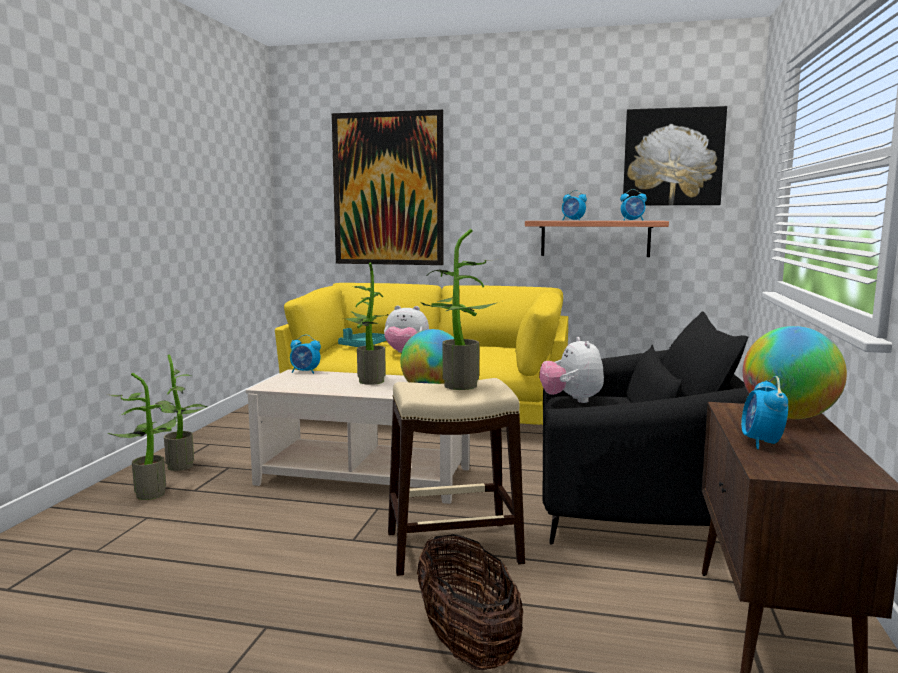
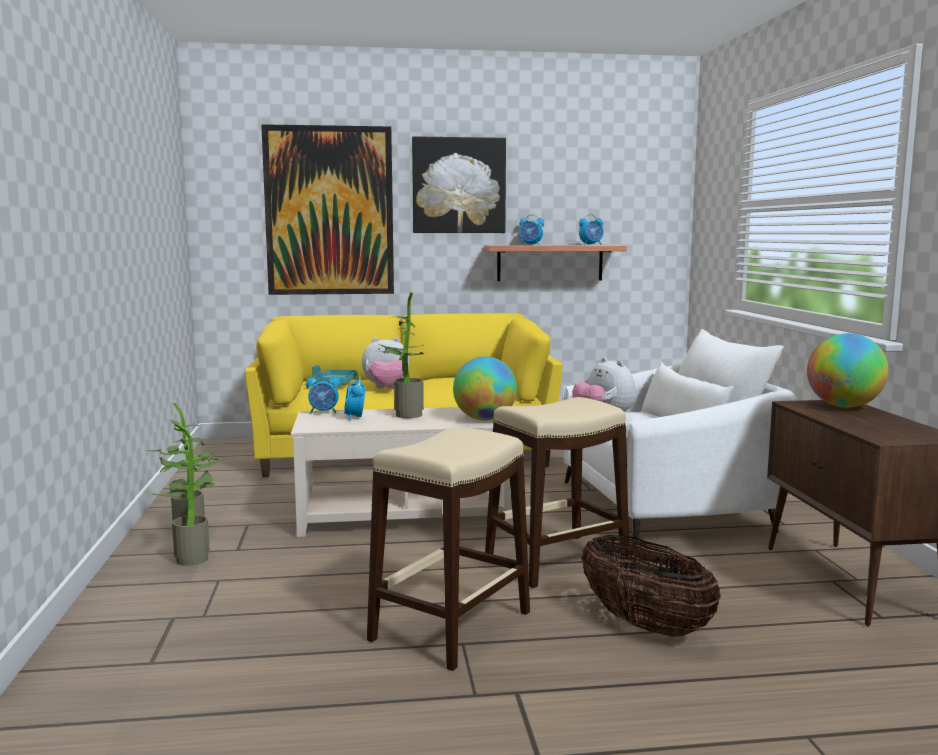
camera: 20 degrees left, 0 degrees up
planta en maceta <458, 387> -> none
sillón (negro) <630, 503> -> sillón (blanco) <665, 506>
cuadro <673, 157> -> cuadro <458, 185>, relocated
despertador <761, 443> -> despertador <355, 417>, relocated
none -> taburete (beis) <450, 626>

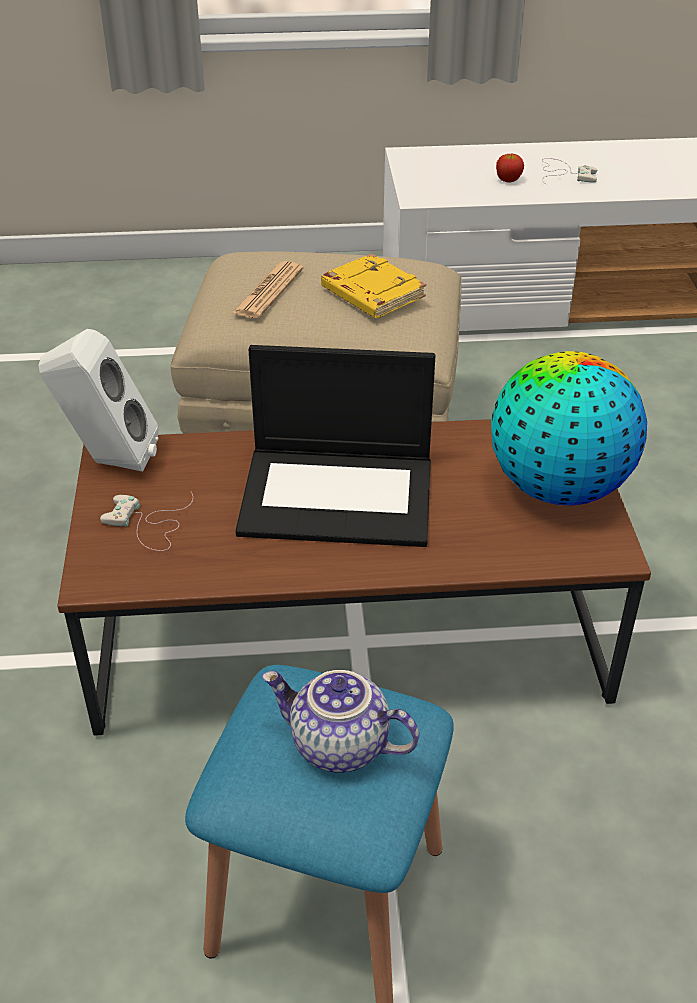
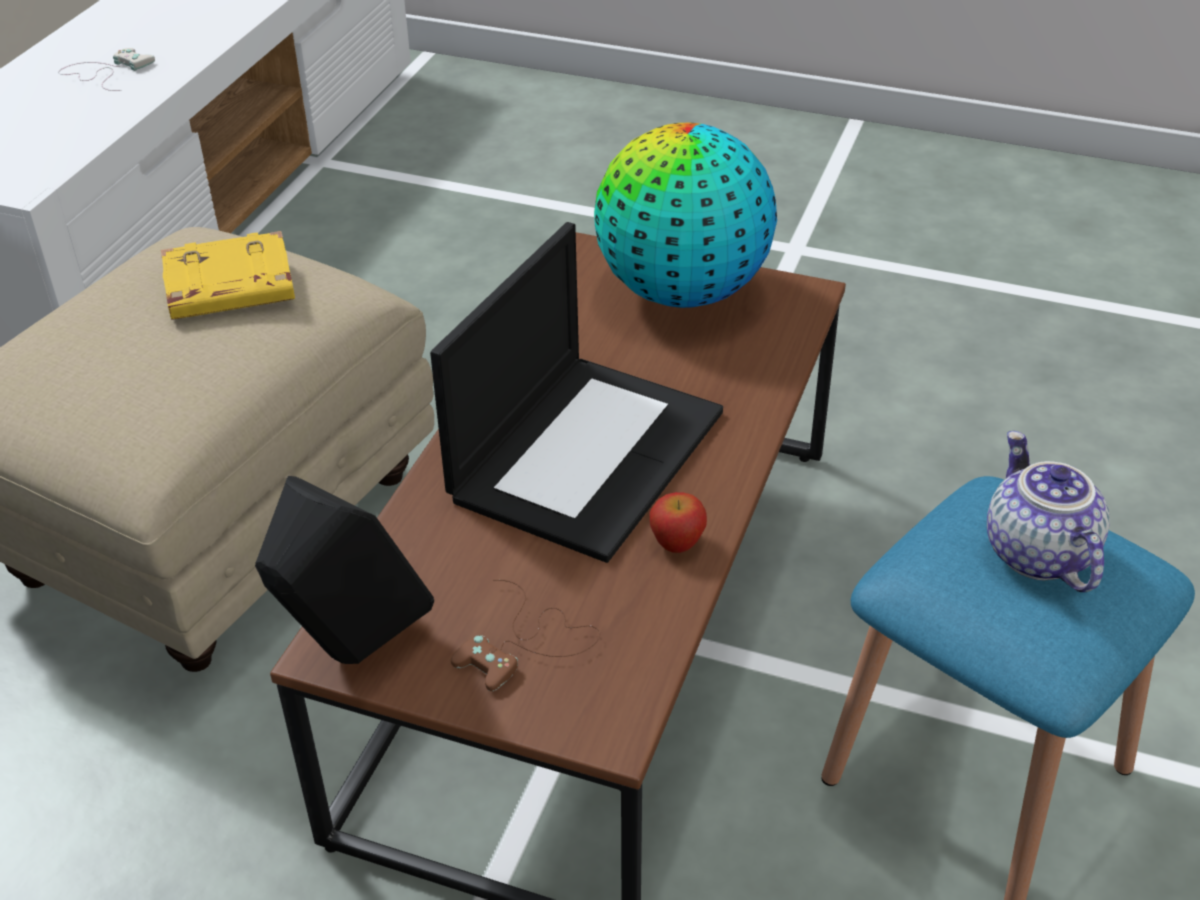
camera: 65 degrees left, 0 degrees up
altavoz (blanco) <108, 462> -> altavoz (negro) <353, 656>
mando de consola (blanco) <149, 524> -> mando de consola (marrón) <527, 643>
periódico <268, 291> -> none
tetera <337, 746> -> tetera <1035, 553>, 120 degrees clockwise
manzana <508, 180> -> manzana <677, 542>, relocated

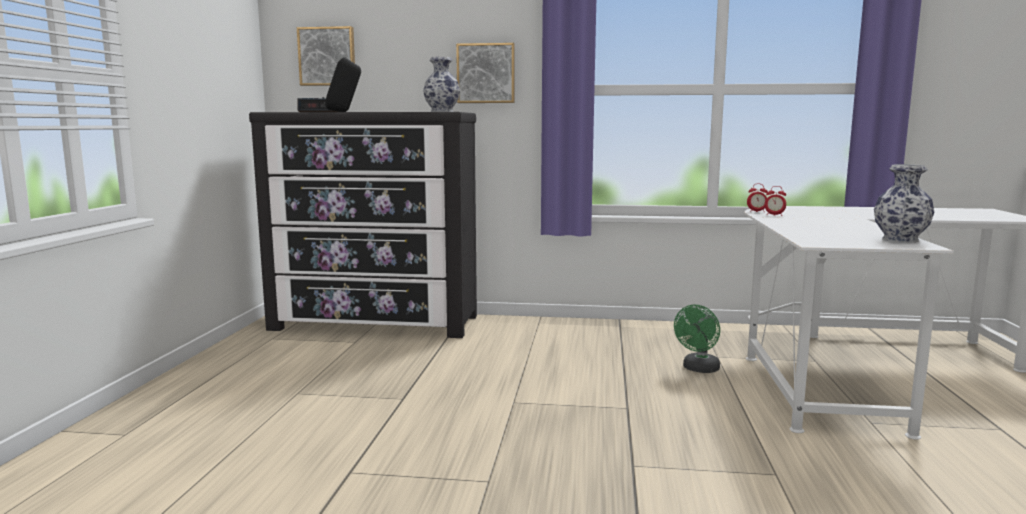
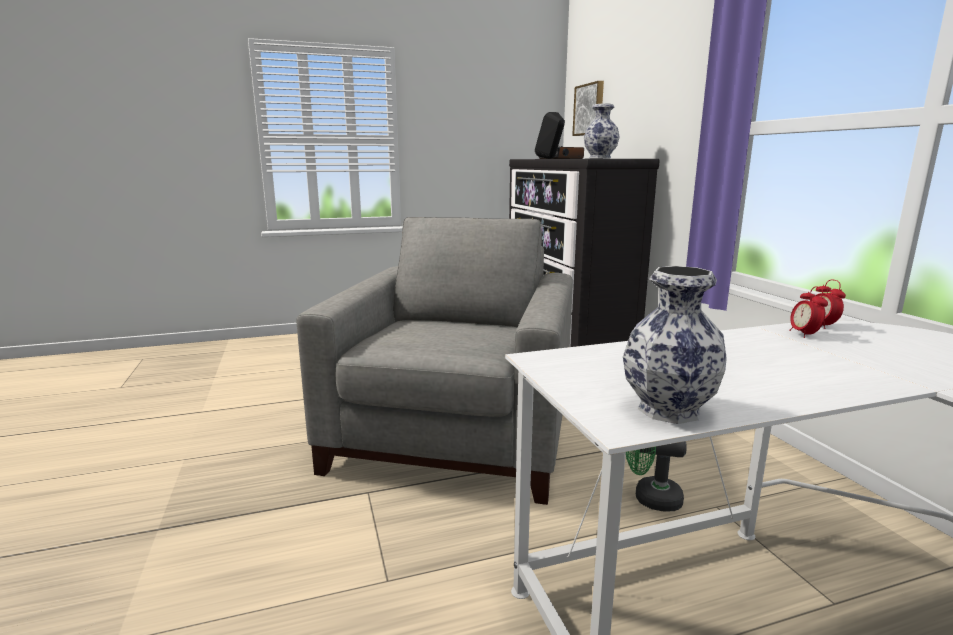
camera: 65 degrees right, 5 degrees up
cuadro <486, 73> -> none
none -> sillón (gris) <456, 434>

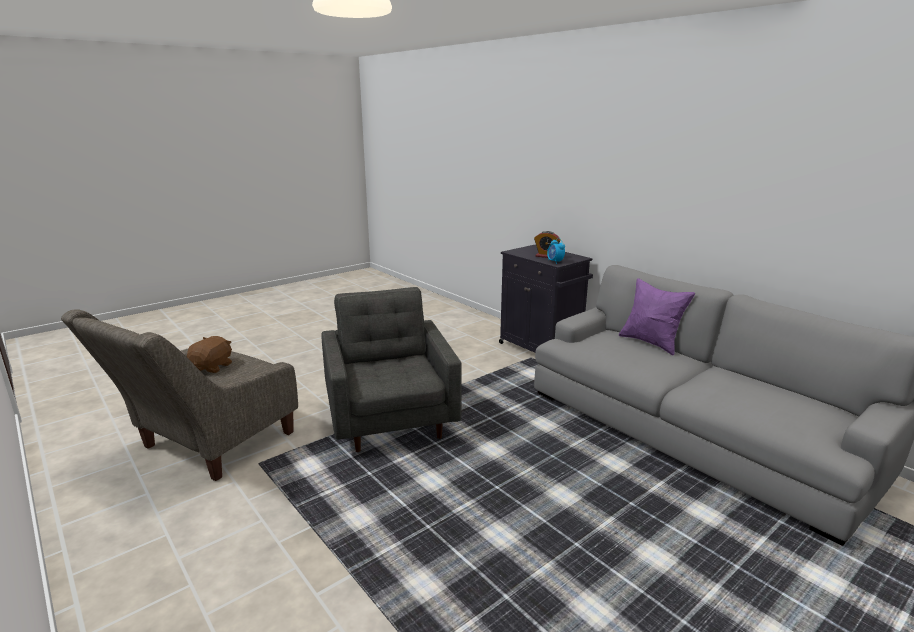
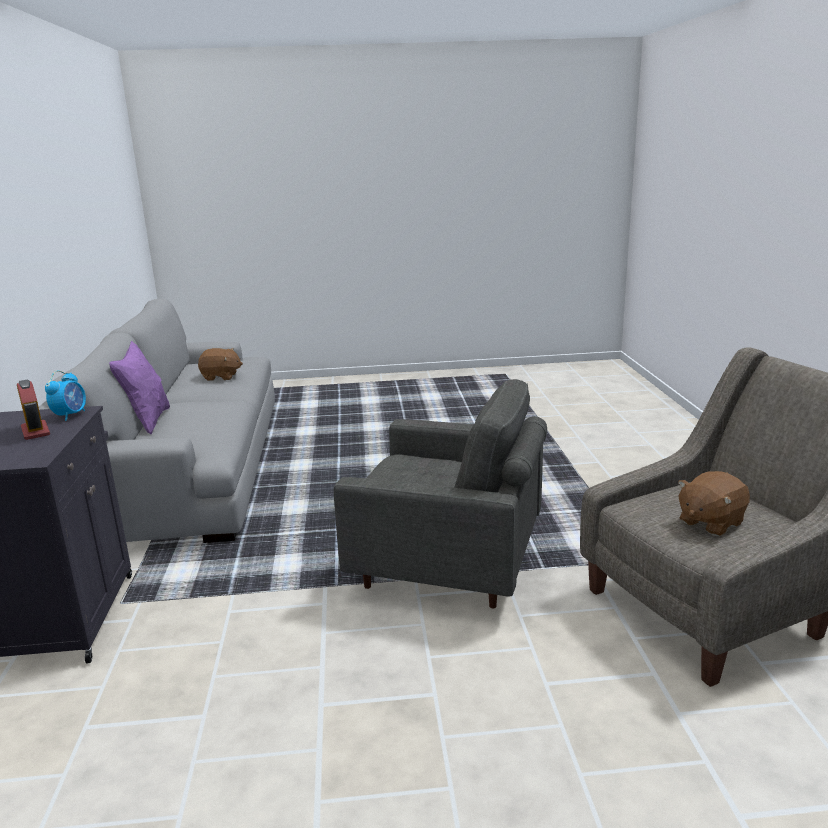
camera: 145 degrees left, 0 degrees up
sillón (gris) <391, 420> -> sillón (gris) <448, 566>, 90 degrees counterclockwise
none -> peluche (marrón) <221, 377>

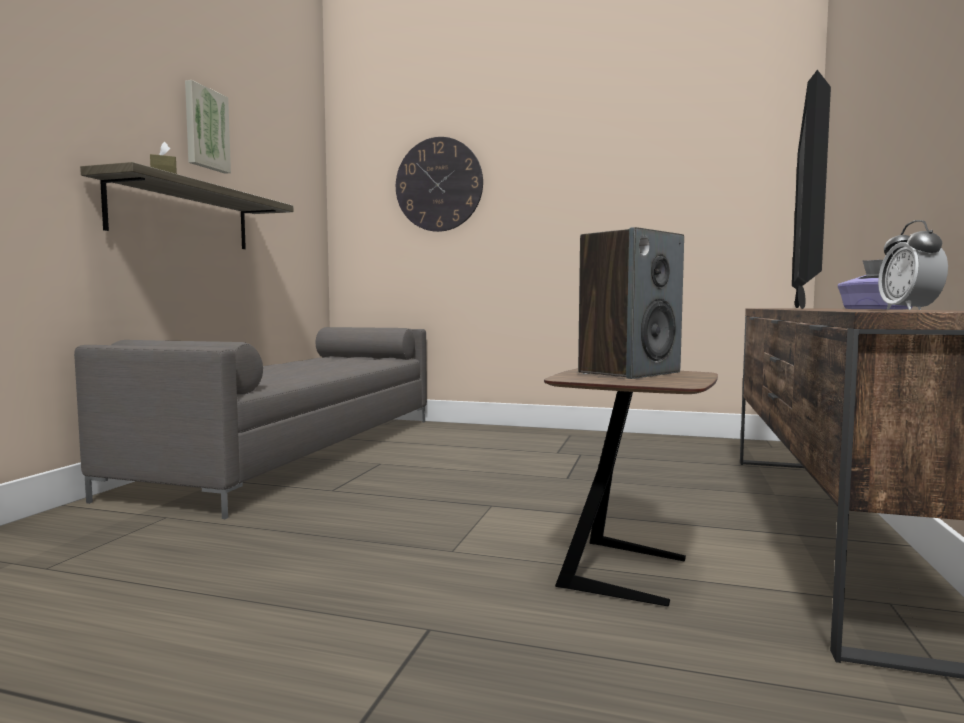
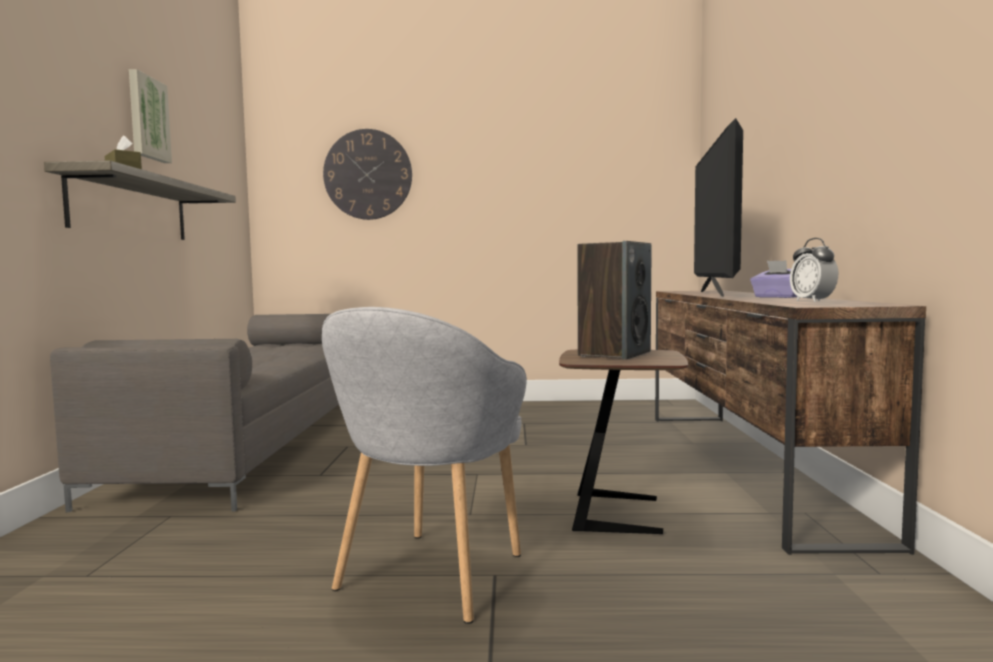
camera: 15 degrees left, 0 degrees up
none -> sillón (gris) <430, 576>

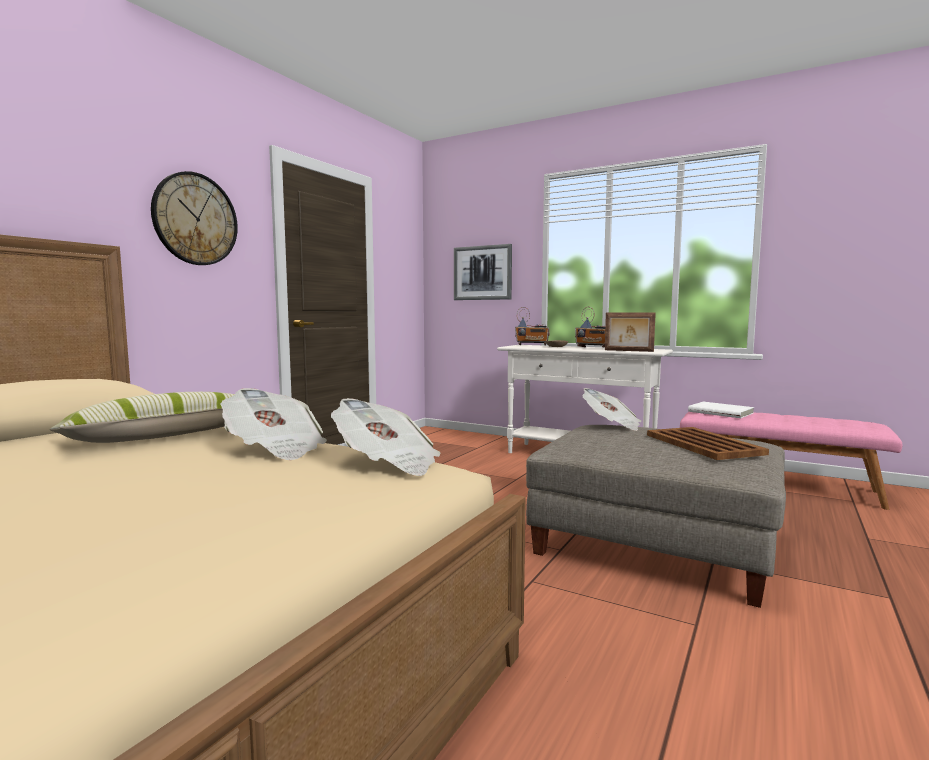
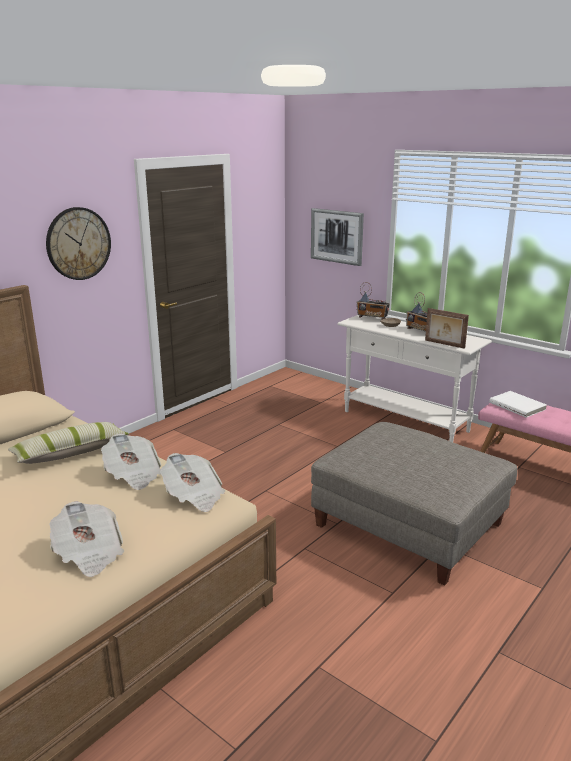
camera: 10 degrees right, 15 degrees up
periódico <611, 425> -> periódico <89, 554>, relocated
bandeja (marrón) <702, 444> -> none

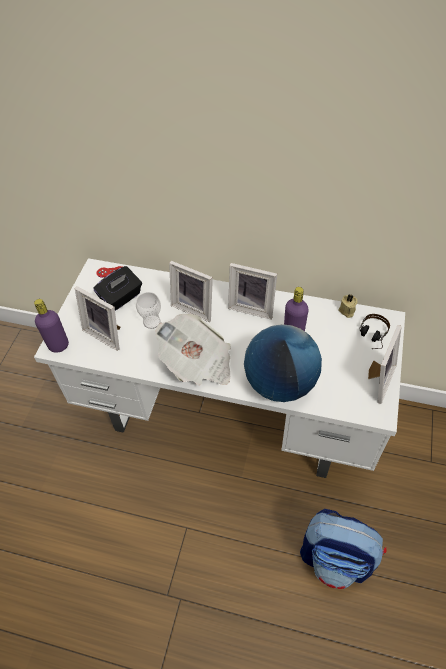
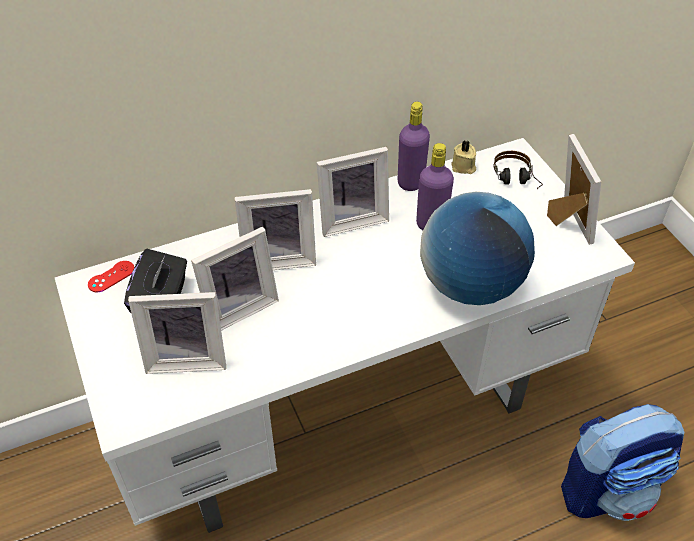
camera: 40 degrees left, 5 degrees down
botella (morado) <58, 345> -> botella (morado) <410, 182>, relocated
taza <152, 322> -> portarretratos <238, 307>
periódico <198, 363> -> none

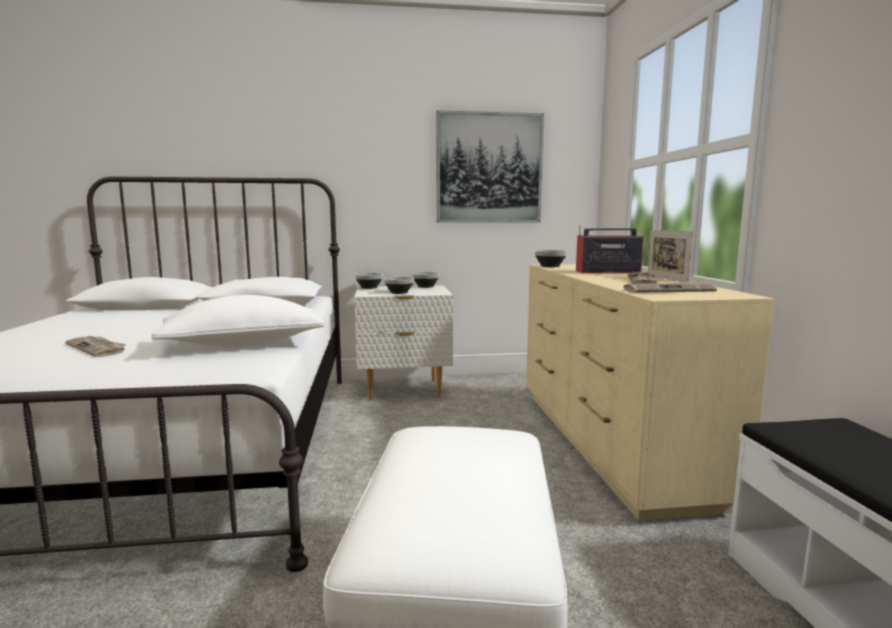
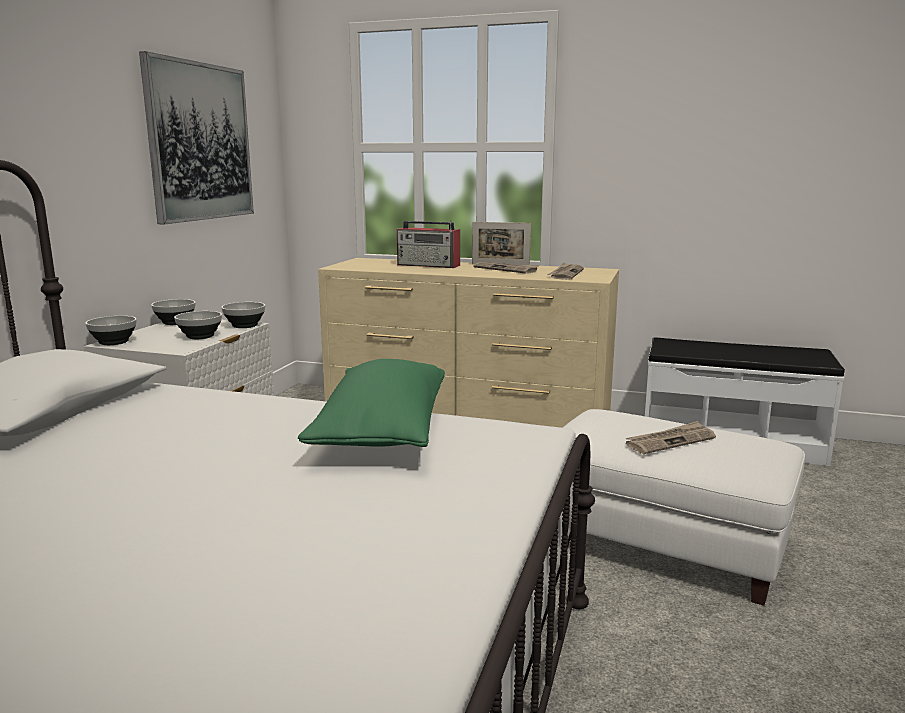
camera: 65 degrees left, 5 degrees up
periódico <98, 348> -> periódico <670, 441>, relocated
cojín (blanco) <244, 344> -> cojín (verde) <382, 431>
cuenco <549, 266> -> cuenco <244, 325>, relocated
radio <606, 271> -> radio <429, 265>, 90 degrees counterclockwise

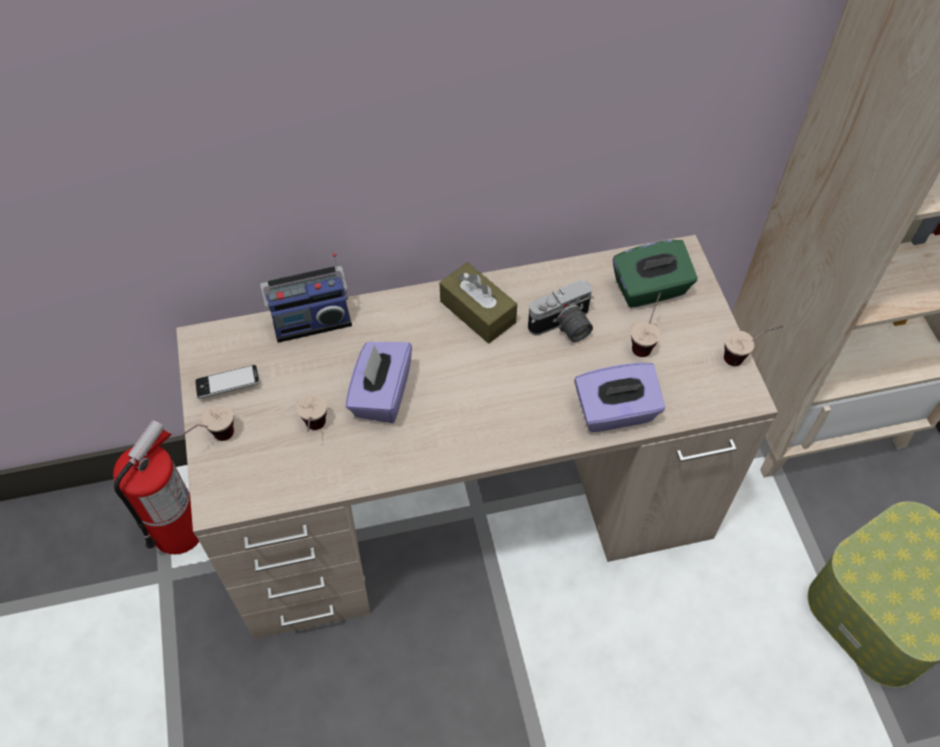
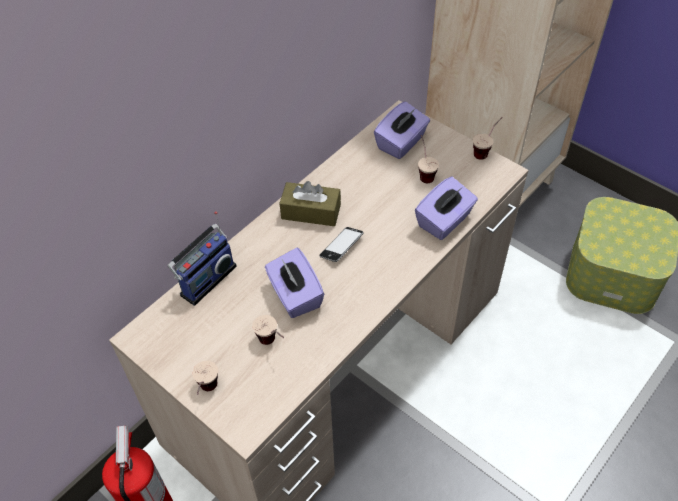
camera: 35 degrees left, 5 degrees down
móvil <228, 384> -> móvil <341, 247>, relocated
cámara <564, 328> -> none
caja de pañuelos (verde) <650, 289> -> caja de pañuelos (morado) <401, 143>

